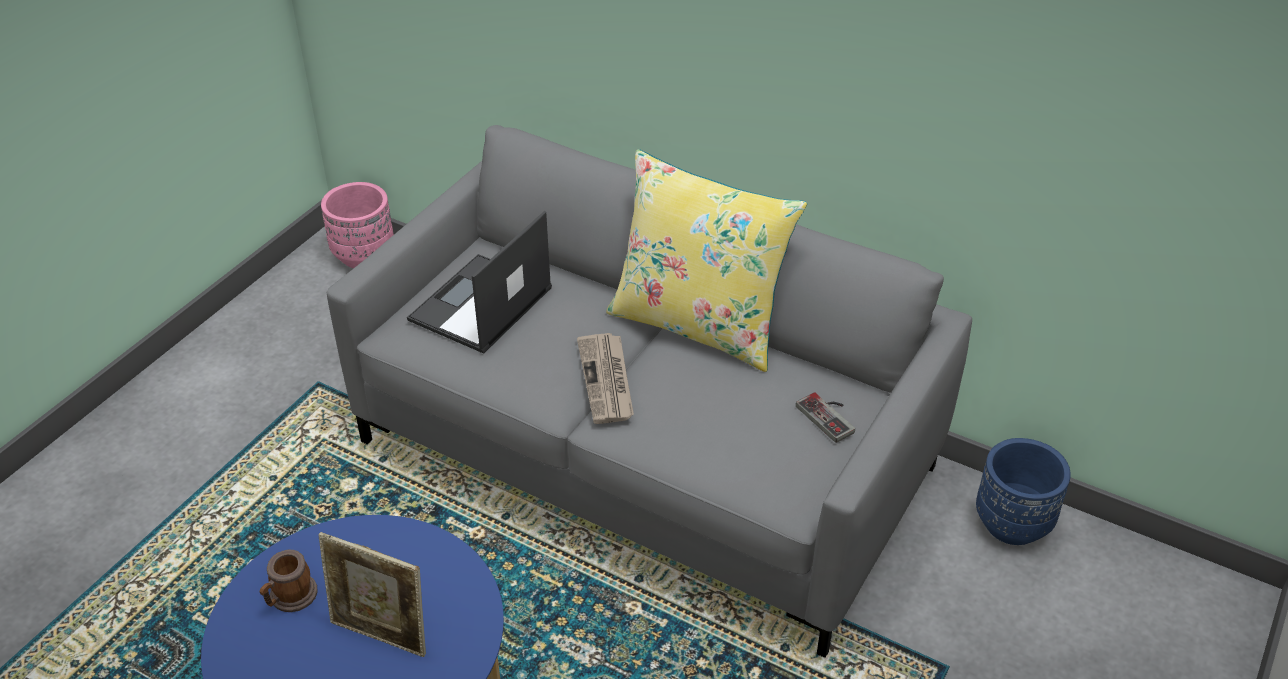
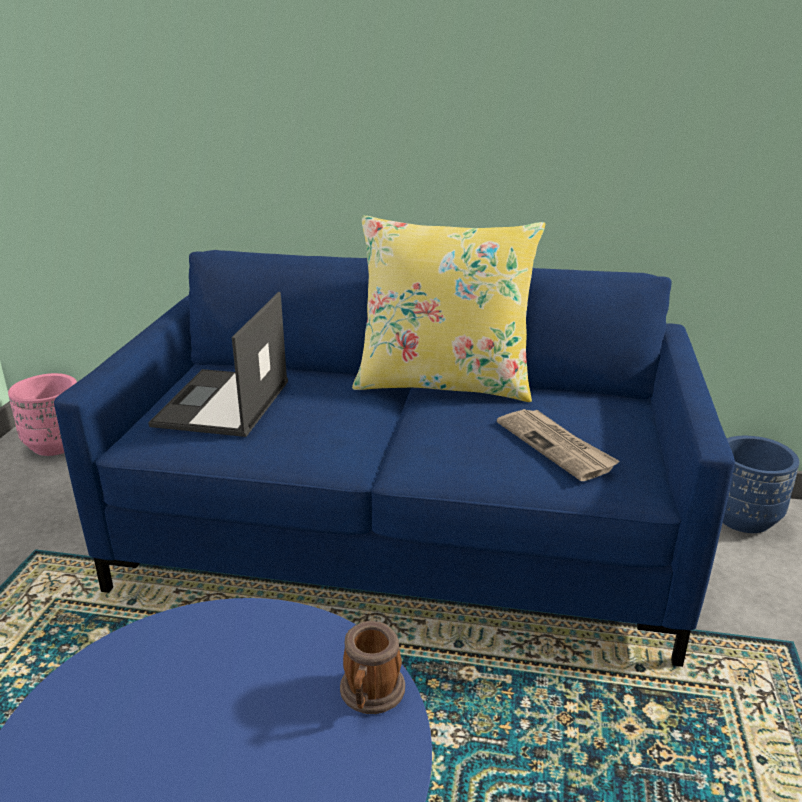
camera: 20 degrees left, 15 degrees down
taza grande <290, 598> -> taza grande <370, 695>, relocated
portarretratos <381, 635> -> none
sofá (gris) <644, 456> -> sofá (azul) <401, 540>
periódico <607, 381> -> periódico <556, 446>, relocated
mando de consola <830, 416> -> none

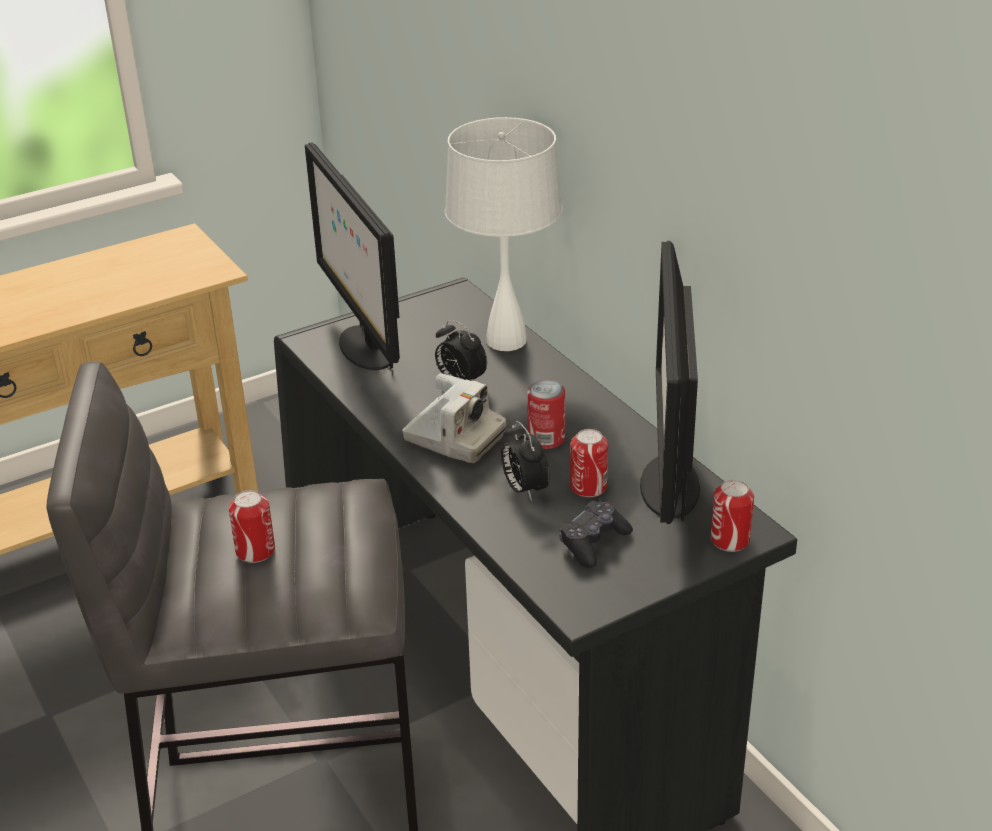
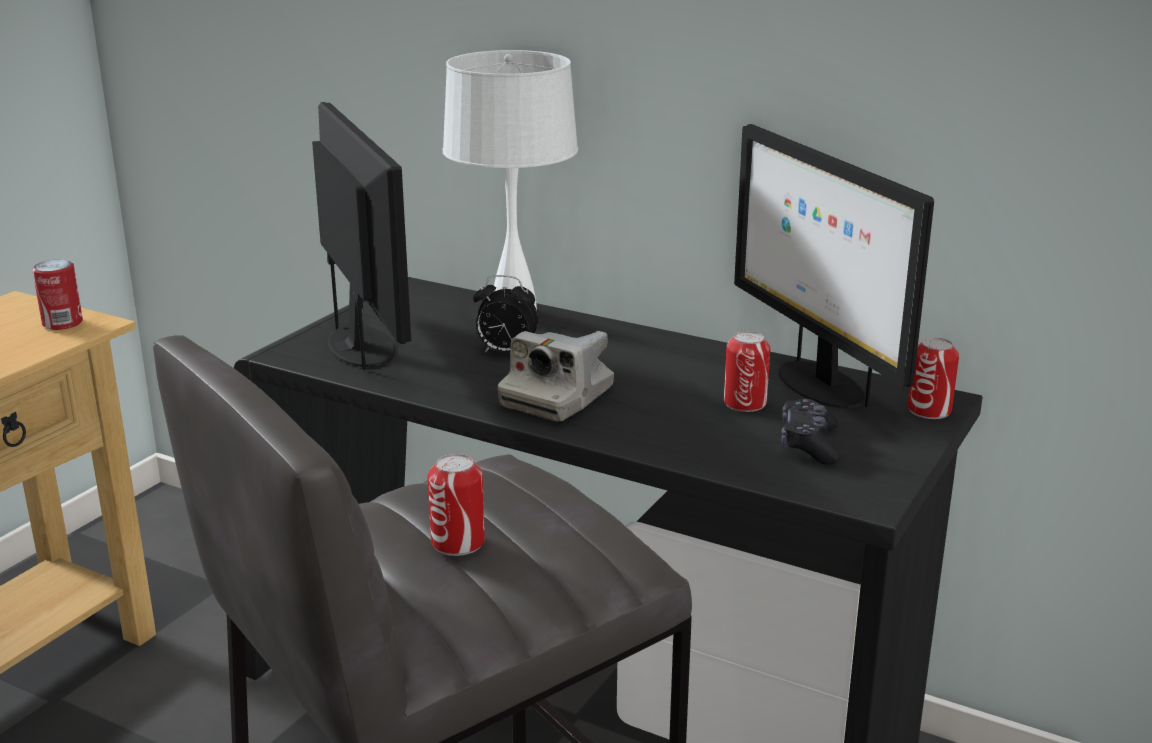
camera: 30 degrees left, 10 degrees down
monitor <365, 347> -> monitor <363, 347>, 150 degrees counterclockwise
cámara <454, 438> -> cámara <557, 397>, 120 degrees clockwise
despertador <524, 489> -> none
lata <546, 439> -> lata <62, 323>, relocated

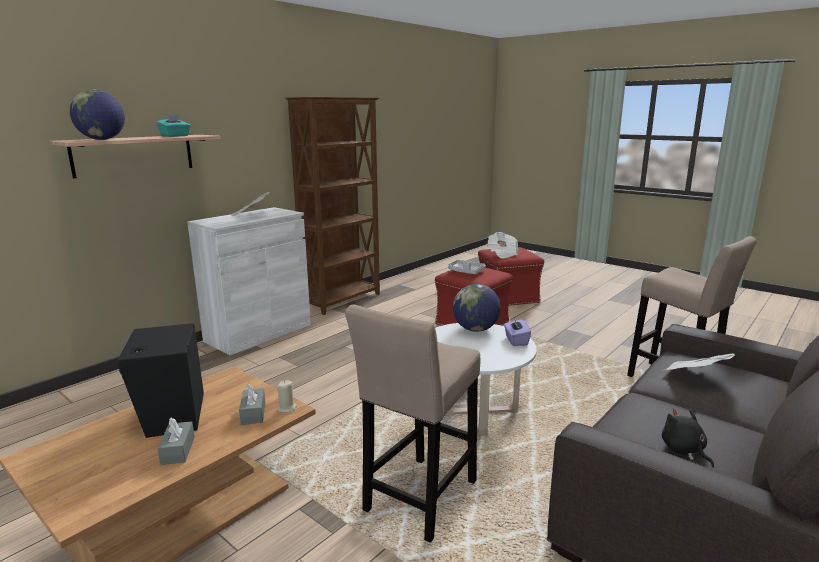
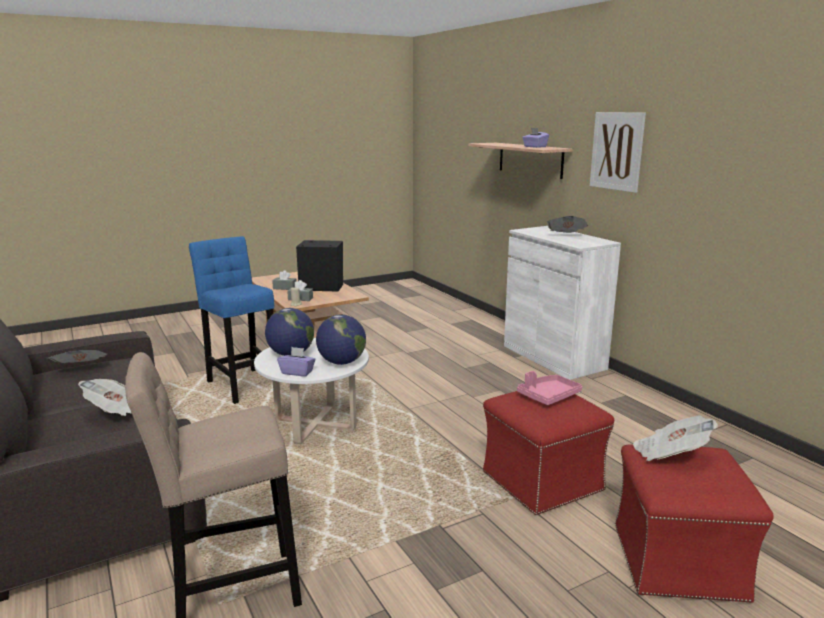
camera: 110 degrees right, 0 degrees up
globo terráqueo <102, 139> -> globo terráqueo <291, 354>, relocated
caja de pañuelos (turquesa) <175, 136> -> caja de pañuelos (morado) <534, 147>
estantería (marrón) <343, 301> -> none
taburete (beis) <418, 500> -> taburete (azul) <242, 384>
bandeja (gris) <465, 272> -> bandeja (rosa) <548, 396>
peluche (negro) <684, 450> -> periódico <81, 370>
none -> cuadro <617, 151>

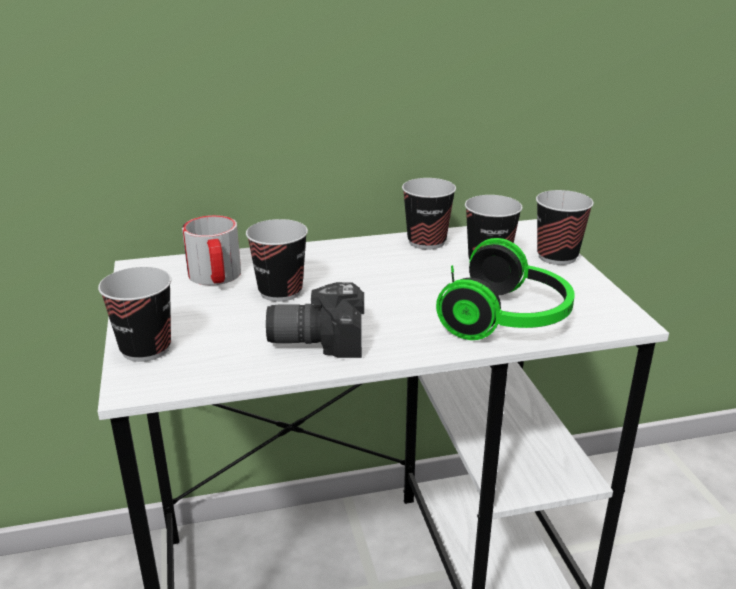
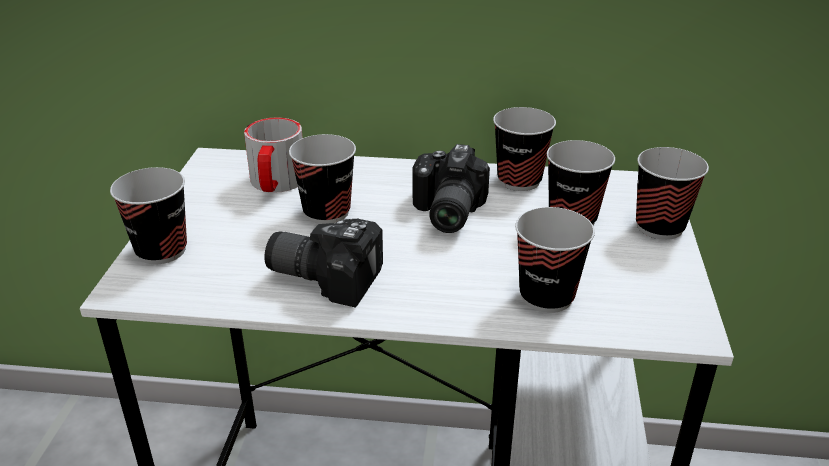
camera: 20 degrees right, 5 degrees up
auriculares <509, 319> -> taza <546, 296>
none -> cámara <444, 212>

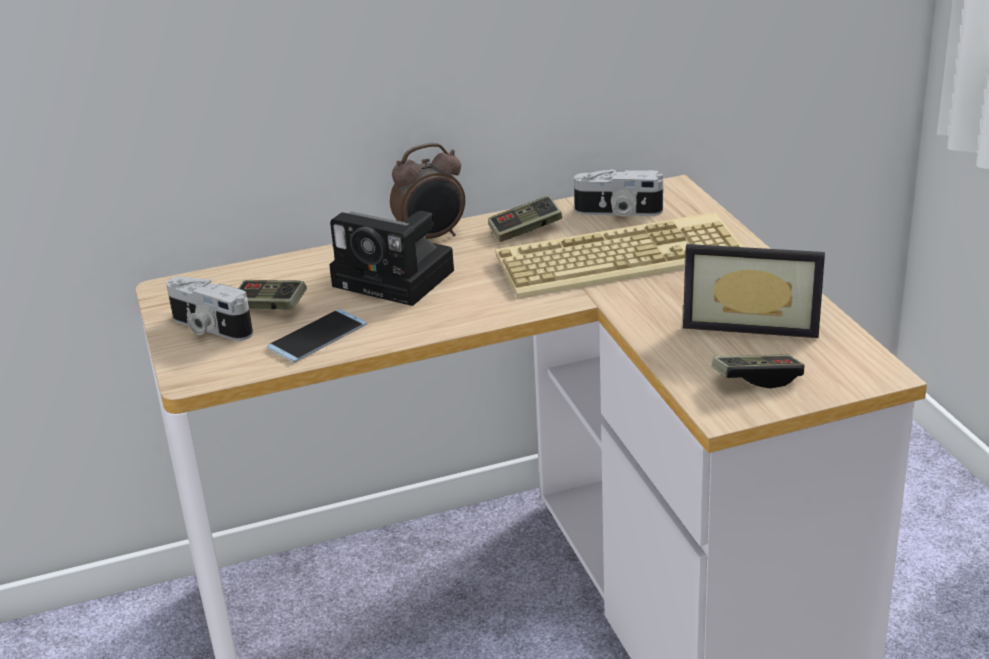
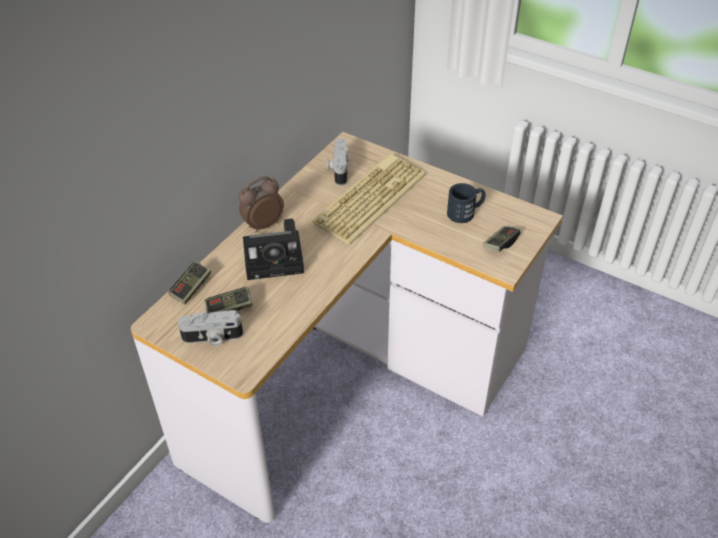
camera: 40 degrees left, 15 degrees up
móvil <317, 336> -> none
despertador <432, 238> -> despertador <263, 224>, 150 degrees counterclockwise
mando de consola <525, 230> -> mando de consola <191, 288>, relocated
cámara <618, 212> -> cámara <338, 169>, 120 degrees clockwise
portarretratos <751, 321> -> taza grande (negro) <466, 212>

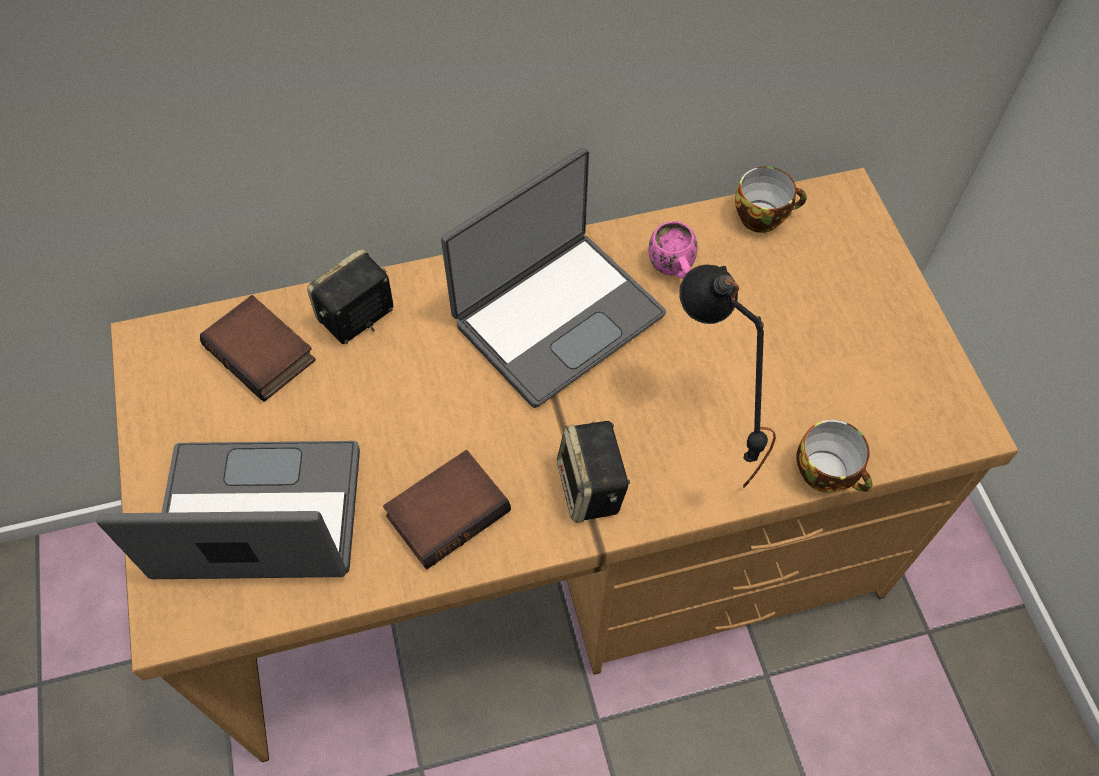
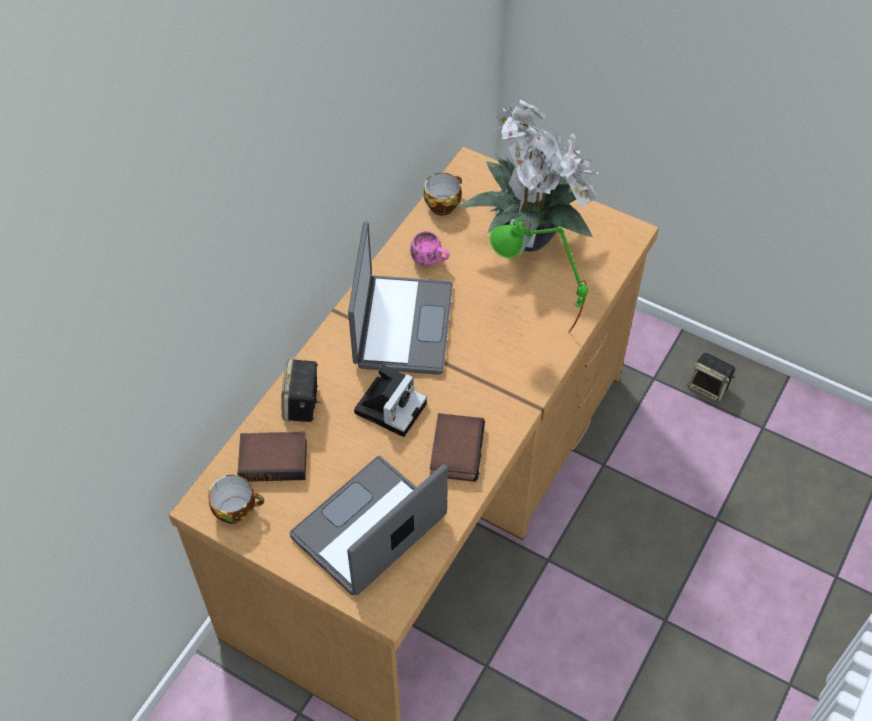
camera: 45 degrees left, 5 degrees down
altavoz <592, 489> -> altavoz <709, 387>, relocated
lámpara de mesa (negro) <704, 442> -> lámpara de mesa (verde) <532, 327>
taza <828, 473> -> taza <237, 509>, relocated
none -> cámara <391, 406>
none -> planta en maceta <527, 236>

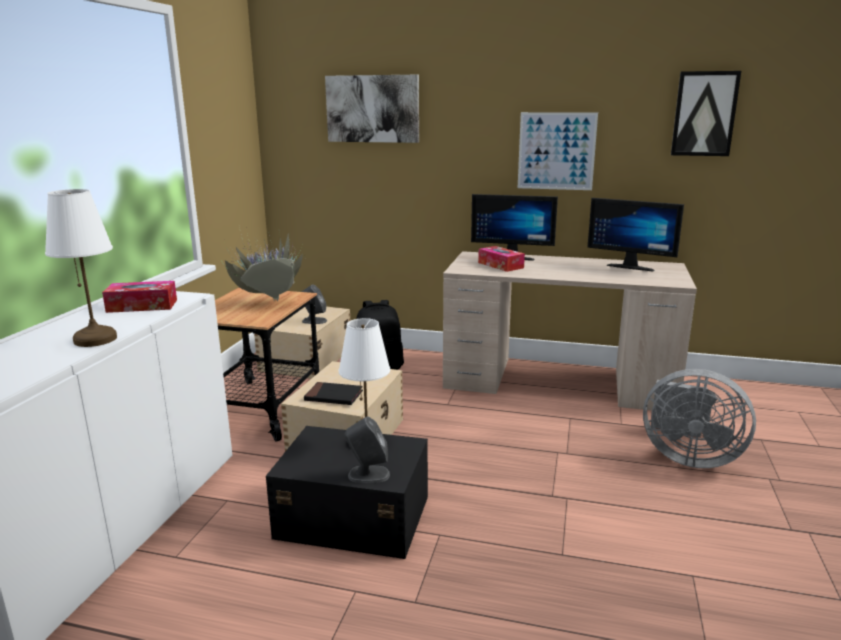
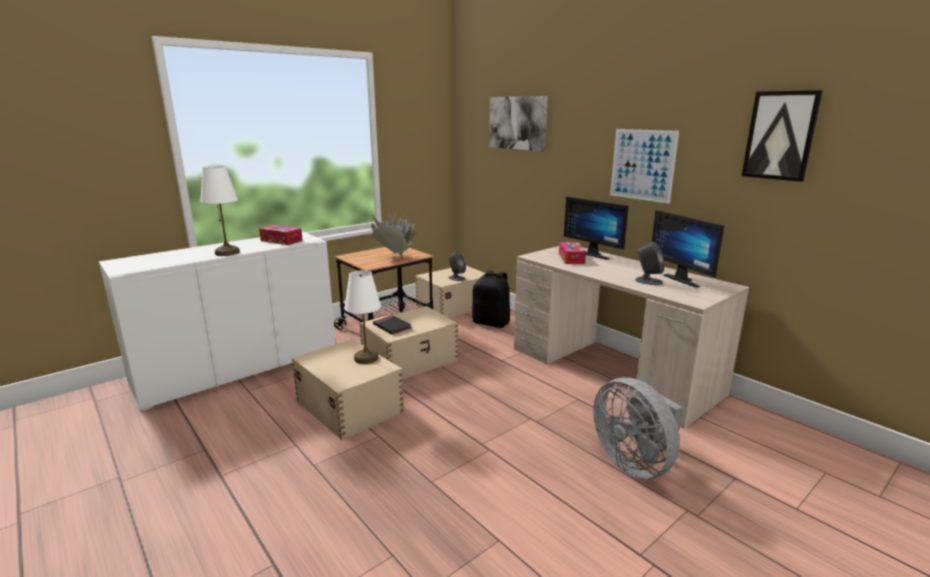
camera: 35 degrees right, 0 degrees up
caja de almacenaje (negro) <352, 516> -> caja de almacenaje (beis) <349, 405>
altavoz (gris) <368, 474> -> altavoz (gris) <648, 281>, relocated

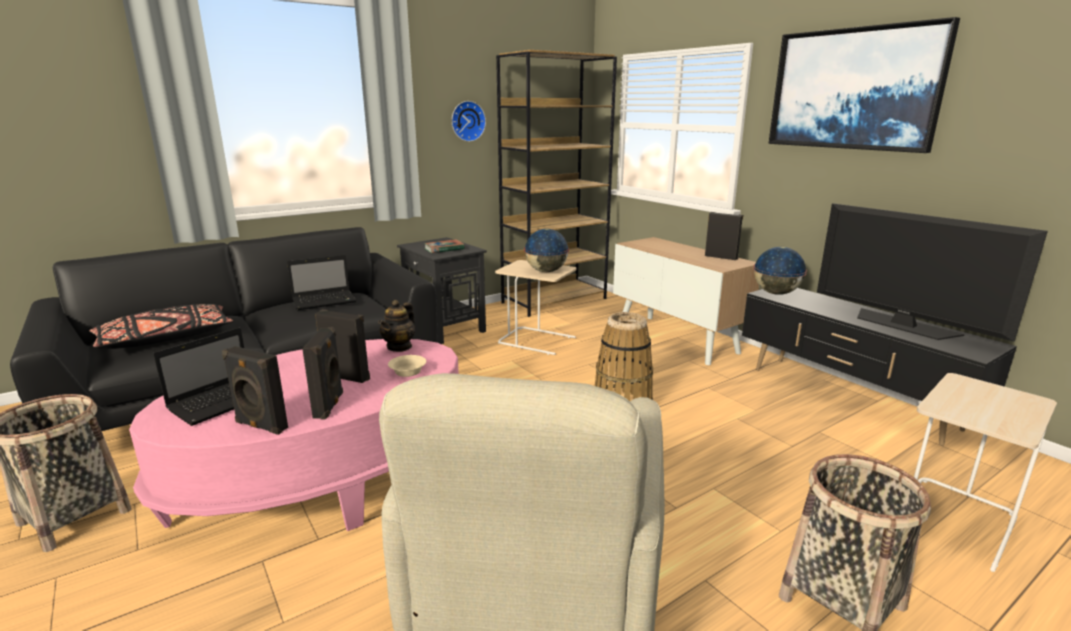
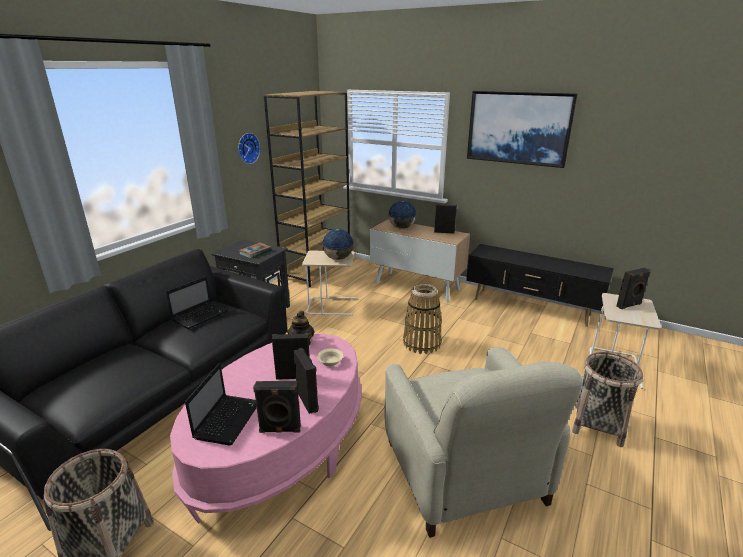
camera: 25 degrees left, 5 degrees up
cojín (negro) <165, 339> -> none
globo terráqueo <776, 293> -> globo terráqueo <402, 228>, relocated
televisor <902, 325> -> none
none -> altavoz (negro) <629, 305>

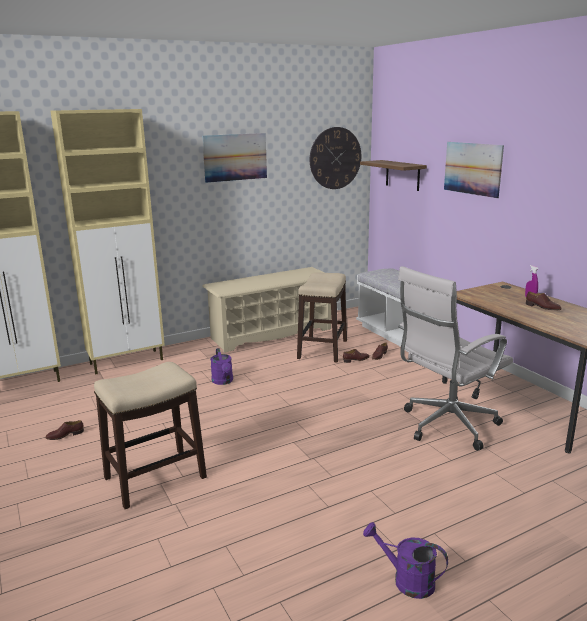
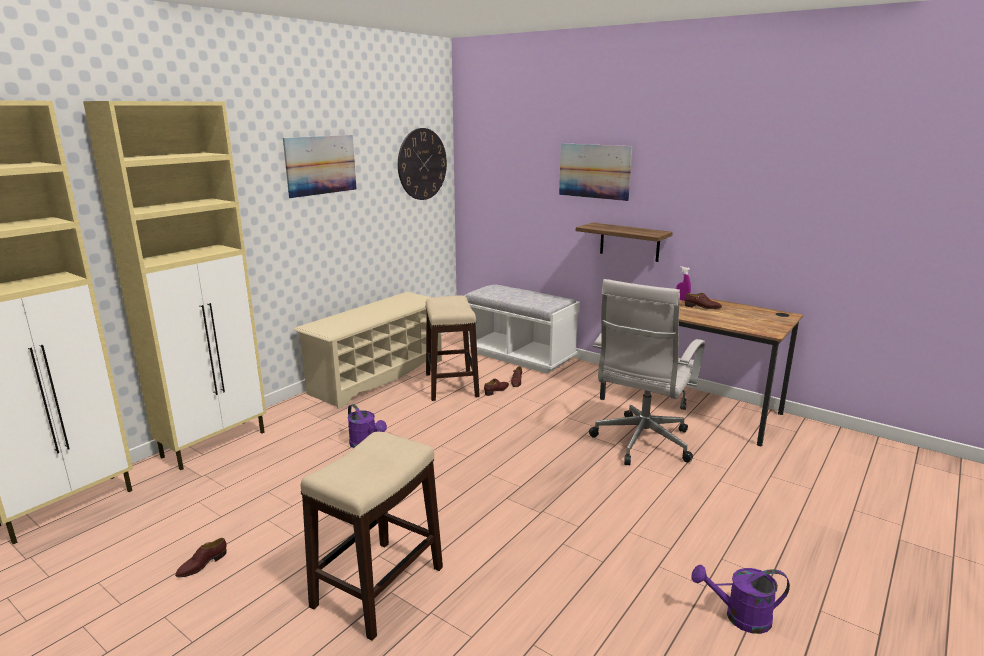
camera: 25 degrees left, 0 degrees up
estante <402, 175> -> estante <629, 242>, relocated

